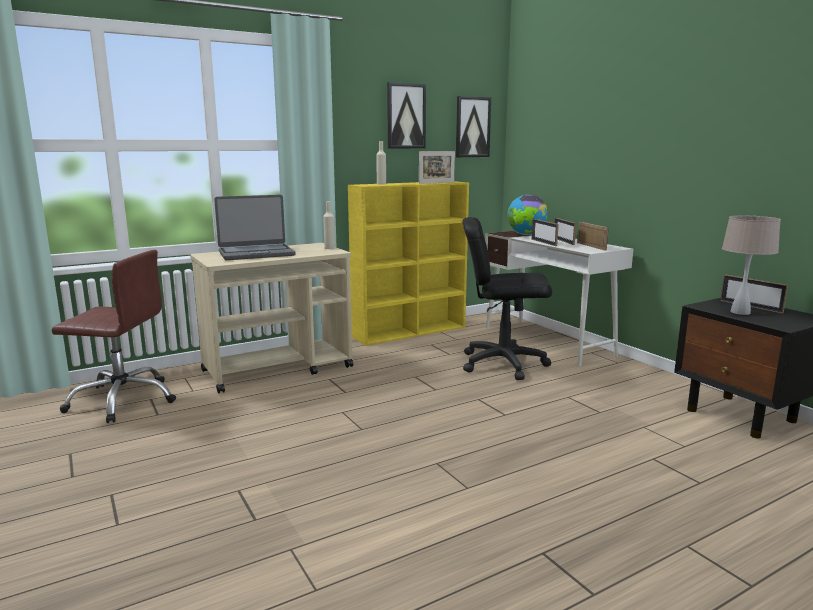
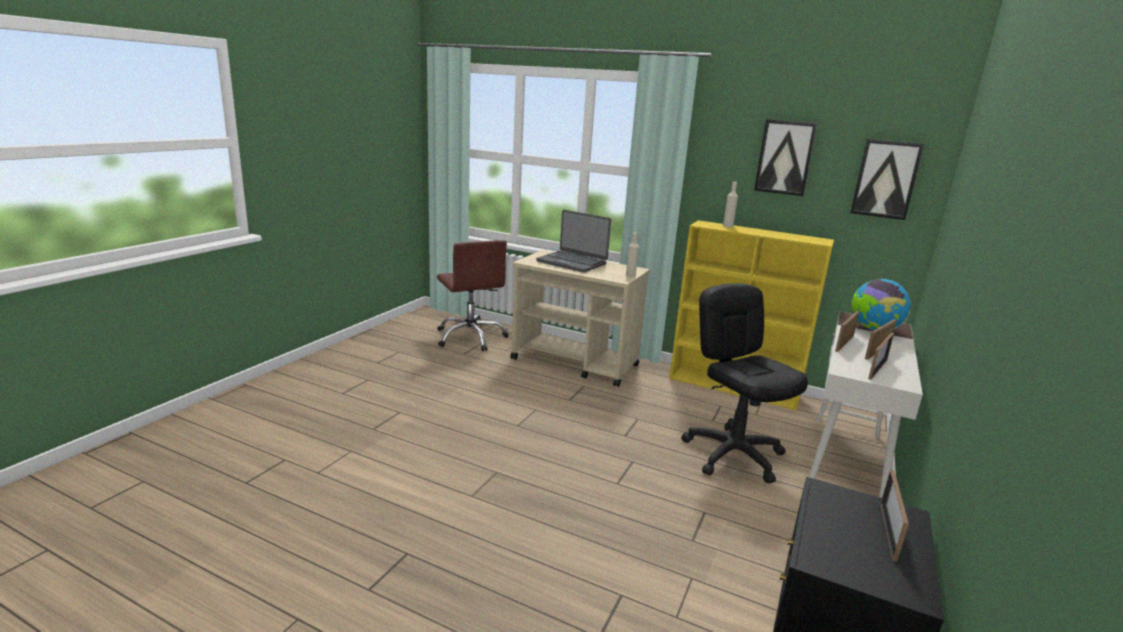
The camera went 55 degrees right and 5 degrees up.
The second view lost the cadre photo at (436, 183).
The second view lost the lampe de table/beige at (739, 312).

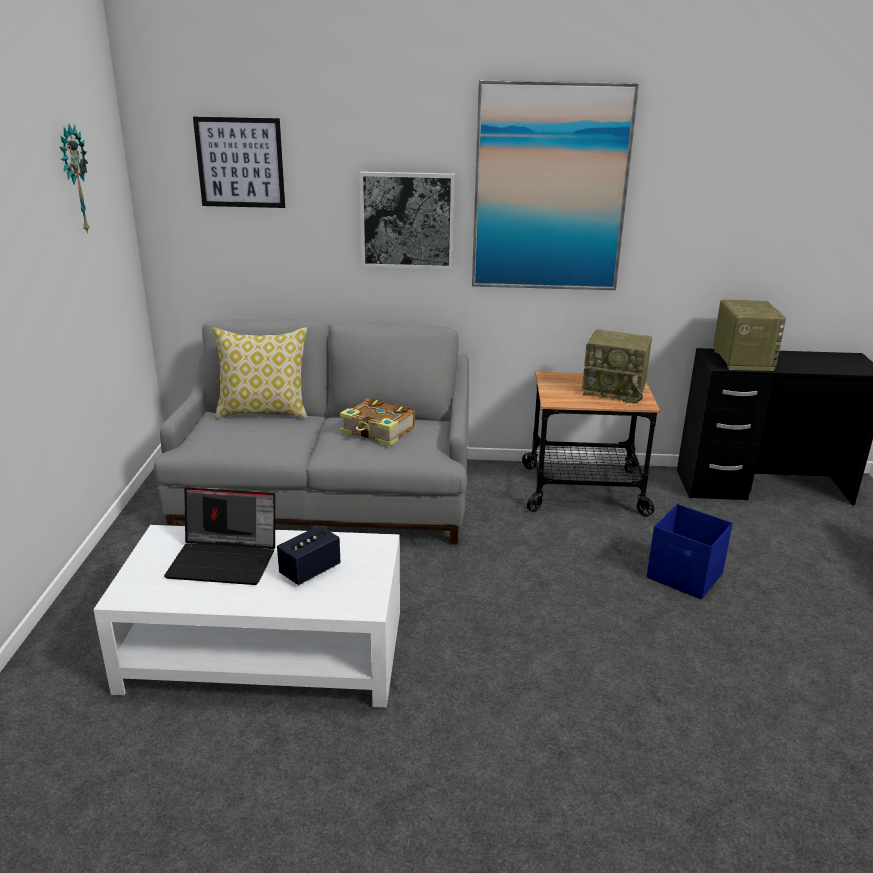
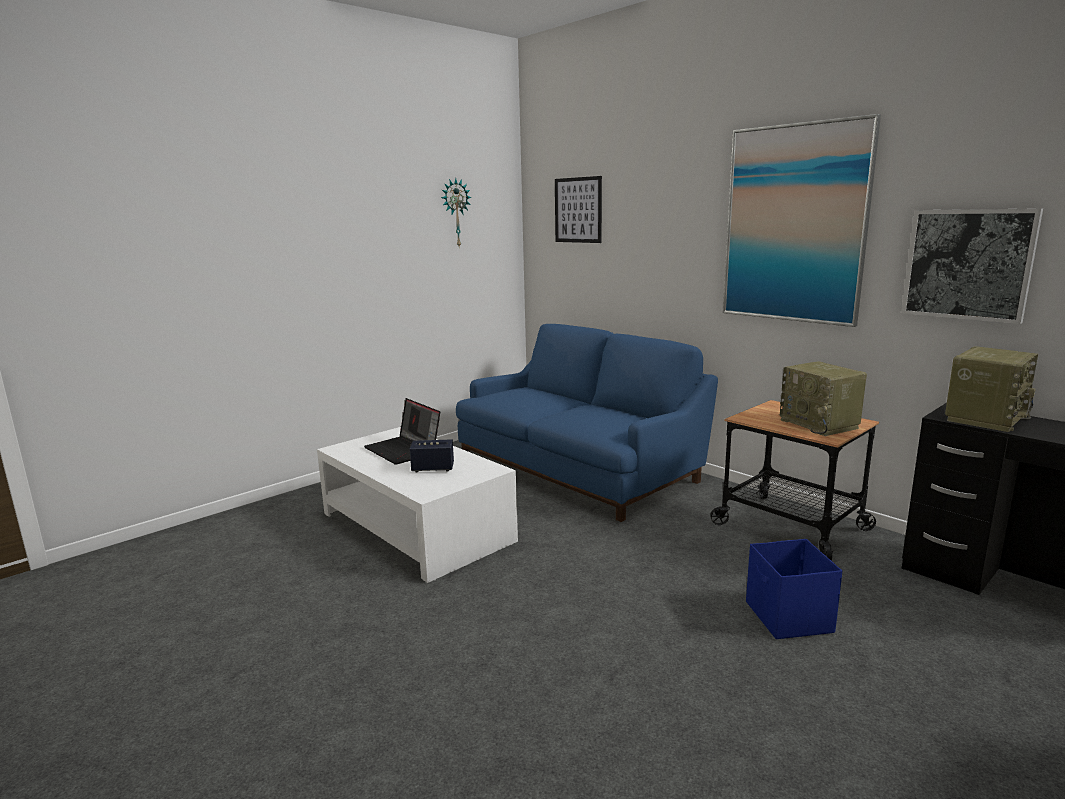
The camera went 45 degrees right and 10 degrees down.
The tableau ended up elsewhere, having gone from (407, 220) to (968, 264).
What was the canapé/gris at (327, 496) turned into the canapé/bleu at (578, 467).
The second view lost the coussin at (264, 412).
The second view lost the livre at (378, 431).

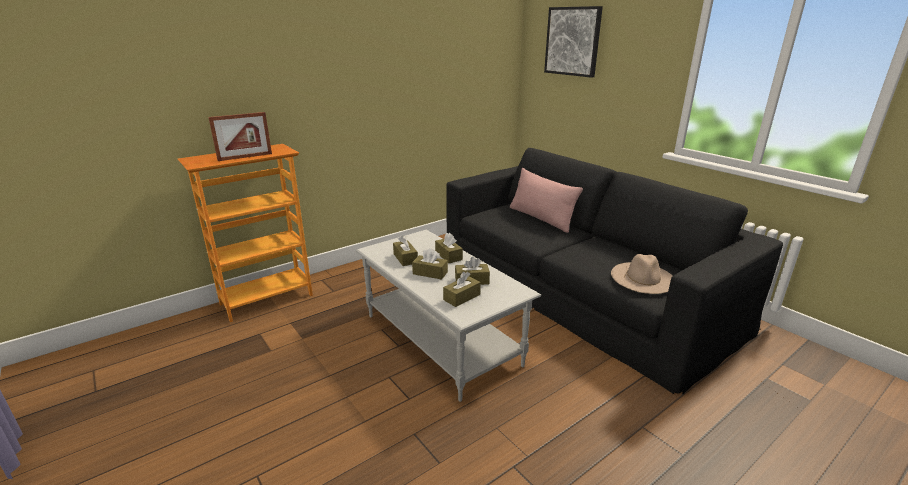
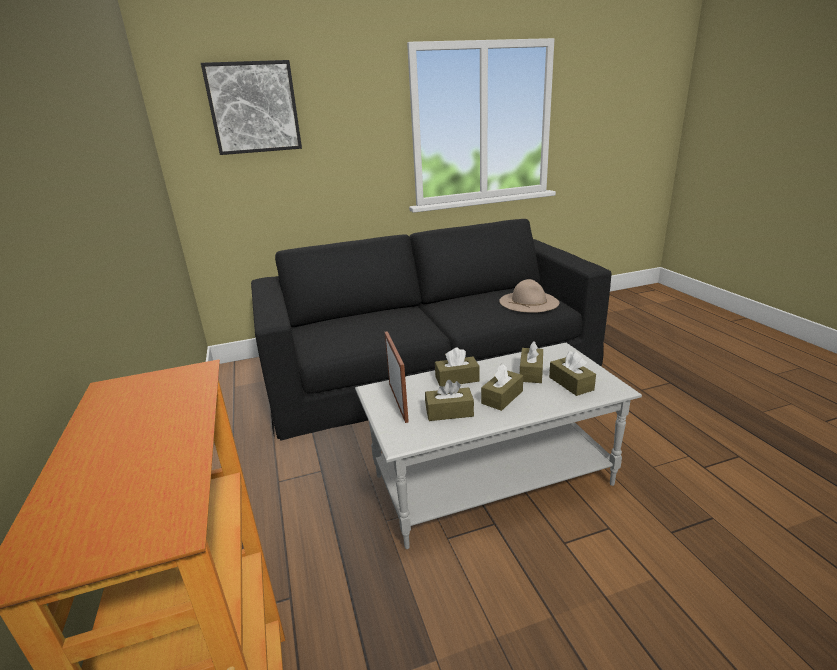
The camera went 70 degrees left and 0 degrees up.
The cadre photo ended up elsewhere, having gone from (245, 157) to (398, 402).
The second view lost the coussin/rose at (541, 218).

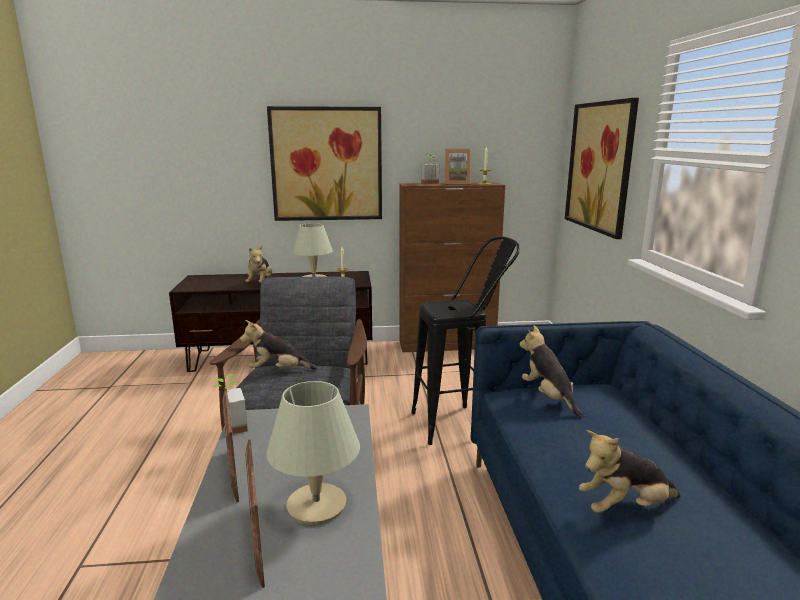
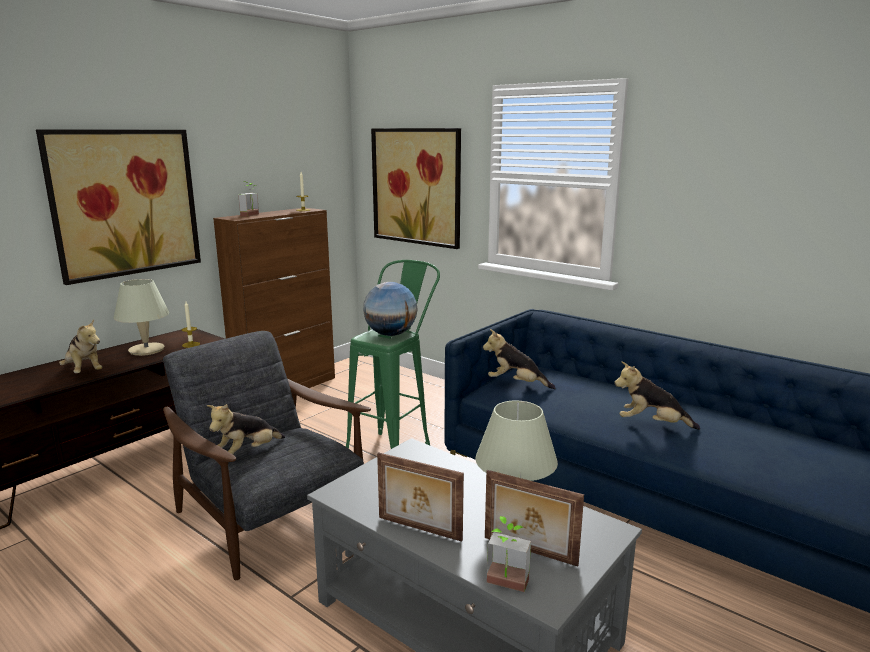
The camera went 45 degrees left and 0 degrees up.
The second view lost the cadre photo at (456, 183).
What was the tabouret/noir at (461, 423) turned into the tabouret/vert at (395, 446).
The plante en pot ended up elsewhere, having gone from (231, 427) to (505, 586).
The peluche at (625, 507) ended up facing another way, 75 degrees clockwise from before.
The second view gained the globe at (391, 334).

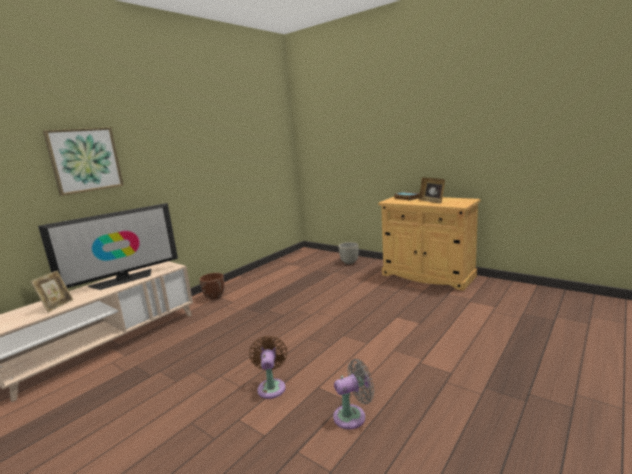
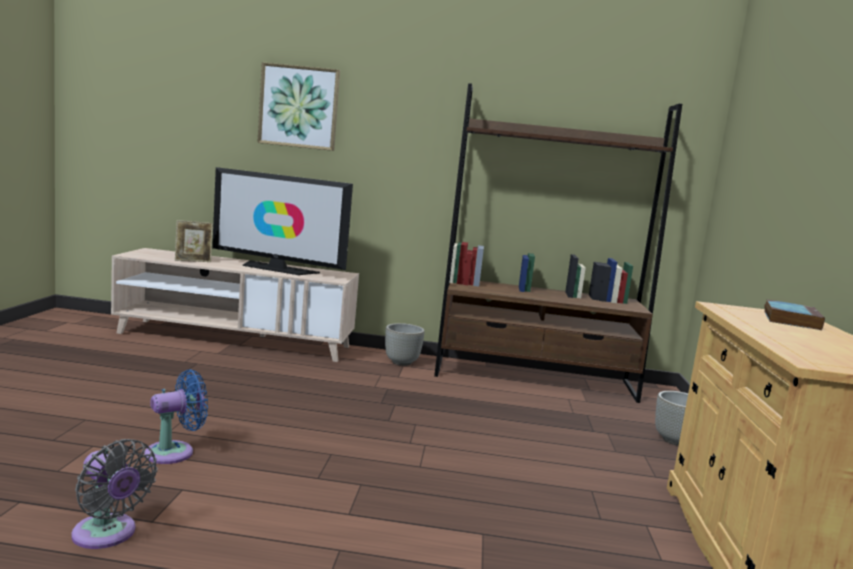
The camera went 55 degrees right and 5 degrees down.
The second view lost the cadre photo at (432, 201).
What was the cache-pot/marron at (214, 296) turned into the cache-pot/gris at (402, 362).
What was the ventilateur/marron at (271, 386) turned into the ventilateur/bleu at (174, 452).
The second view gained the bibliothèque/marron at (534, 379).

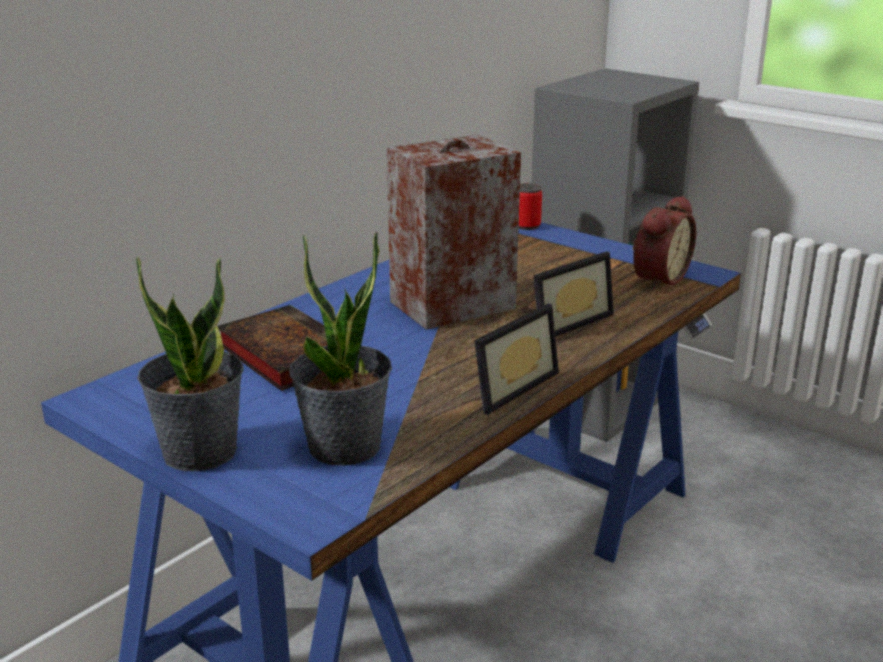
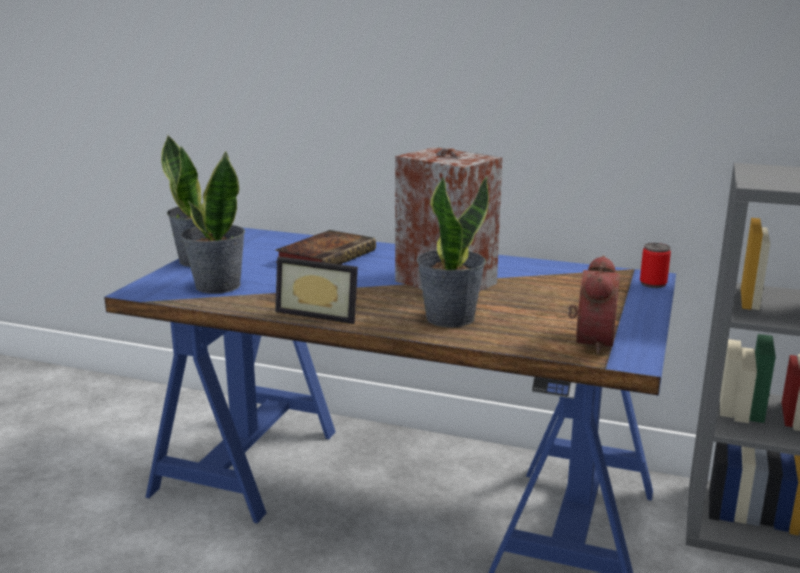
The camera went 70 degrees right and 5 degrees down.
The réveil at (657, 278) ended up facing another way, 90 degrees counterclockwise from before.
Where the cadre photo stood at (565, 322), the plante en pot came to stand at (449, 317).

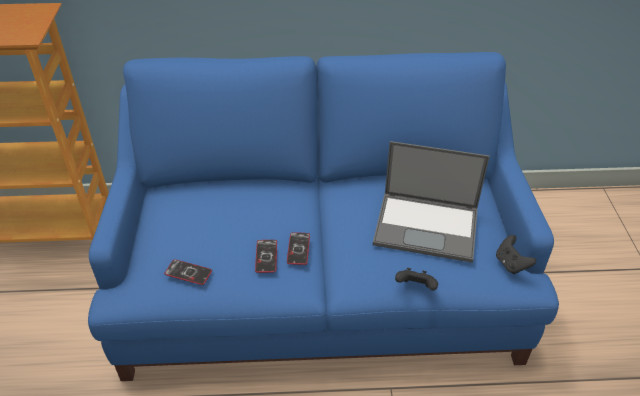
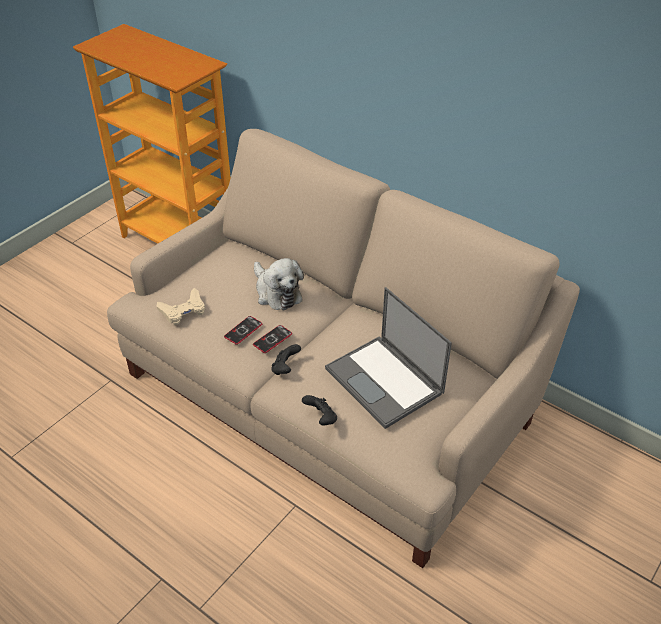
The camera went 40 degrees right and 0 degrees up.
What was the canapé/bleu at (320, 278) turned into the canapé/beige at (331, 392).
The manette/noir ended up elsewhere, having gone from (511, 264) to (285, 368).
Where the téléphone stood at (188, 272), the manette/beige came to stand at (183, 311).
The second view gained the peluche at (276, 292).

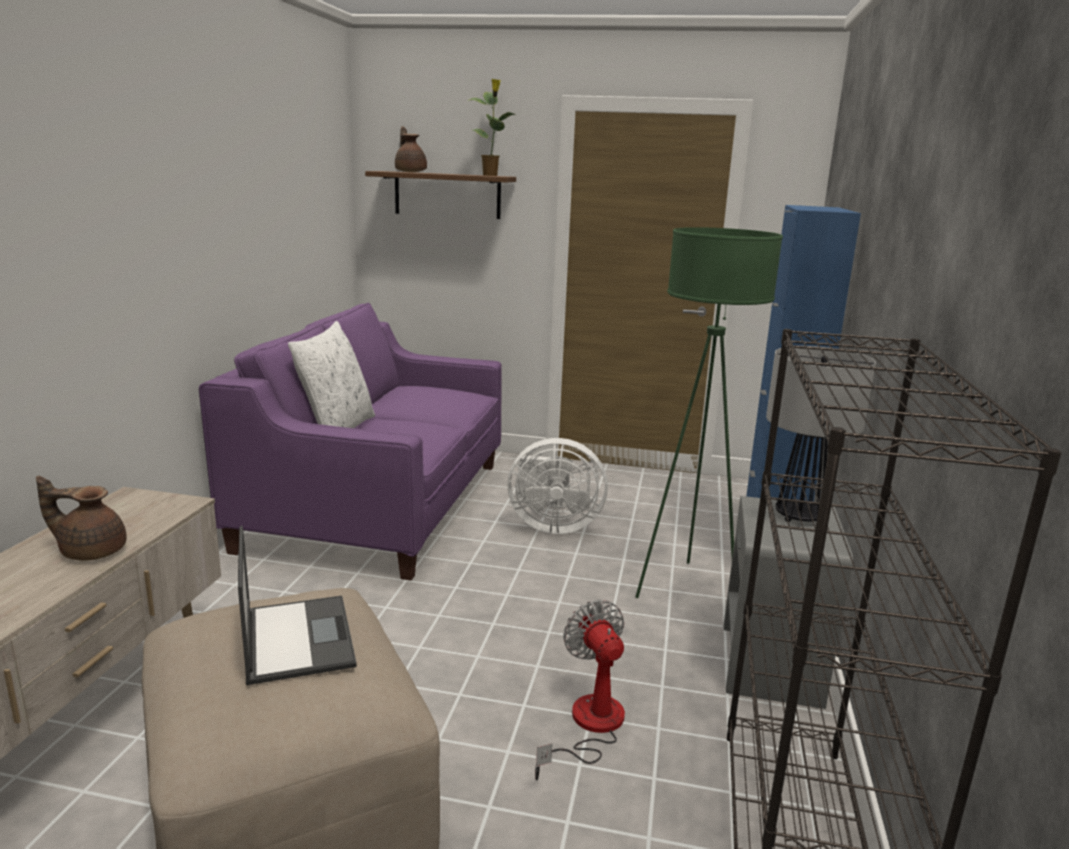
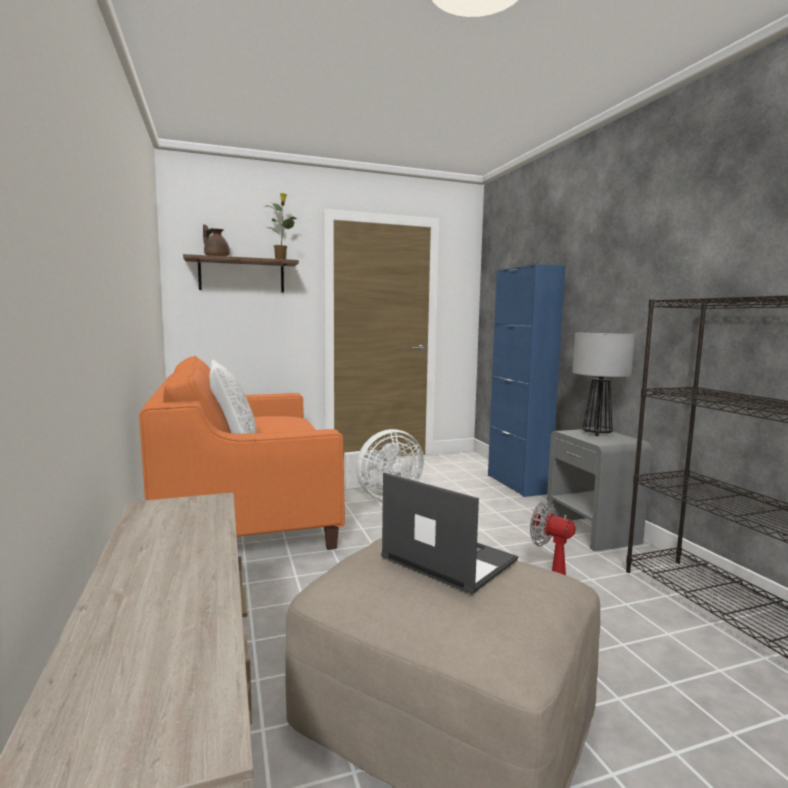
The camera went 30 degrees left and 10 degrees down.
The second view lost the lampadaire/vert at (687, 589).
What was the canapé/violet at (379, 504) turned into the canapé/orange at (245, 511).
The second view lost the théière/marron at (91, 551).

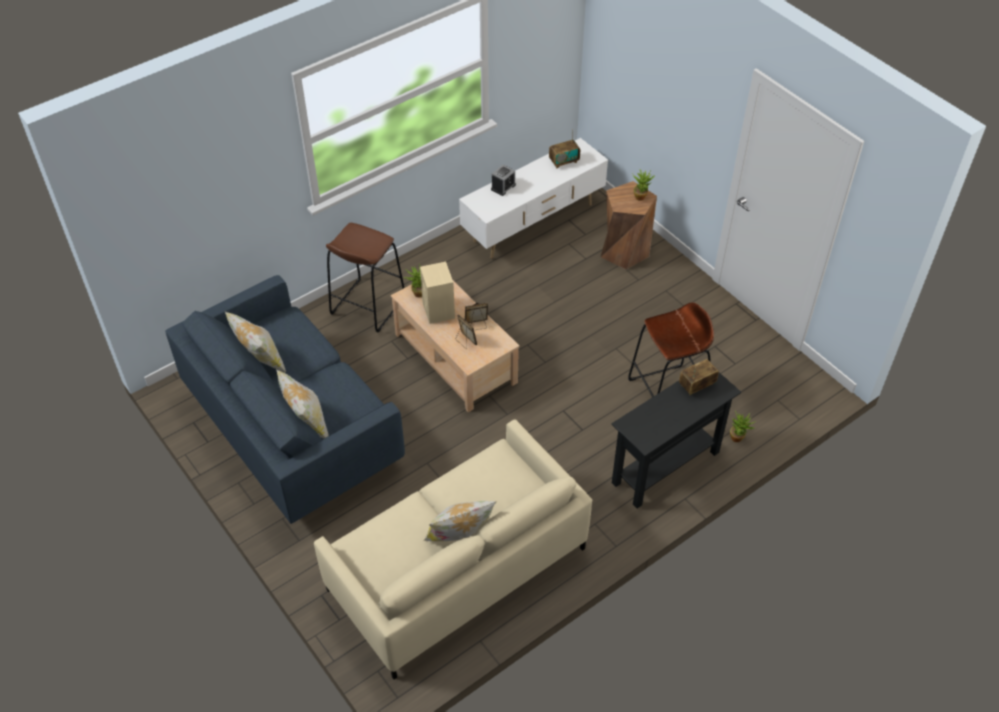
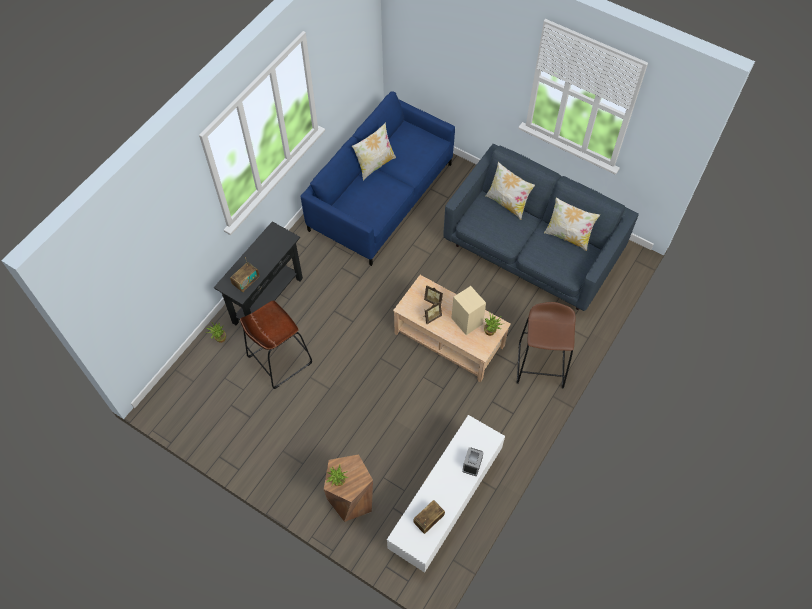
The camera went 160 degrees right and 10 degrees up.
What was the canapé/beige at (456, 568) turned into the canapé/bleu at (381, 197).

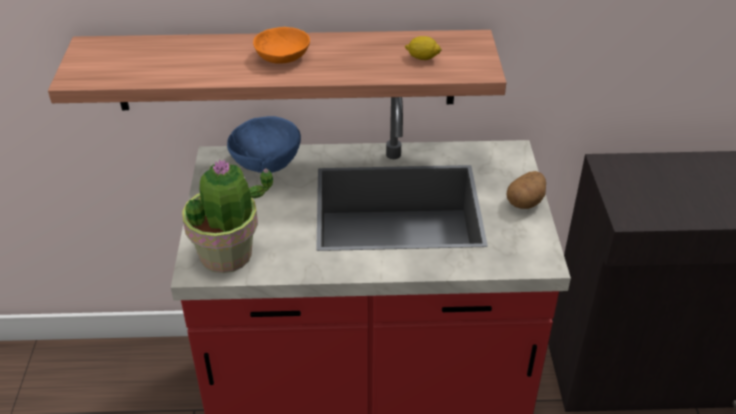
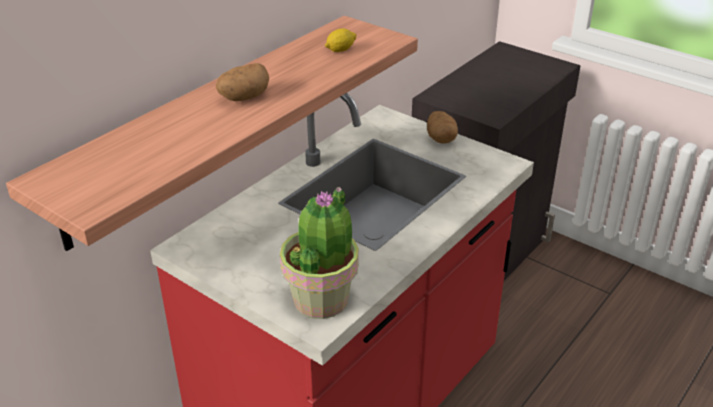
The camera went 50 degrees left and 5 degrees down.
Where the bol/orange stood at (283, 57), the pomme de terre came to stand at (243, 98).
The second view lost the bol/bleu at (266, 165).

